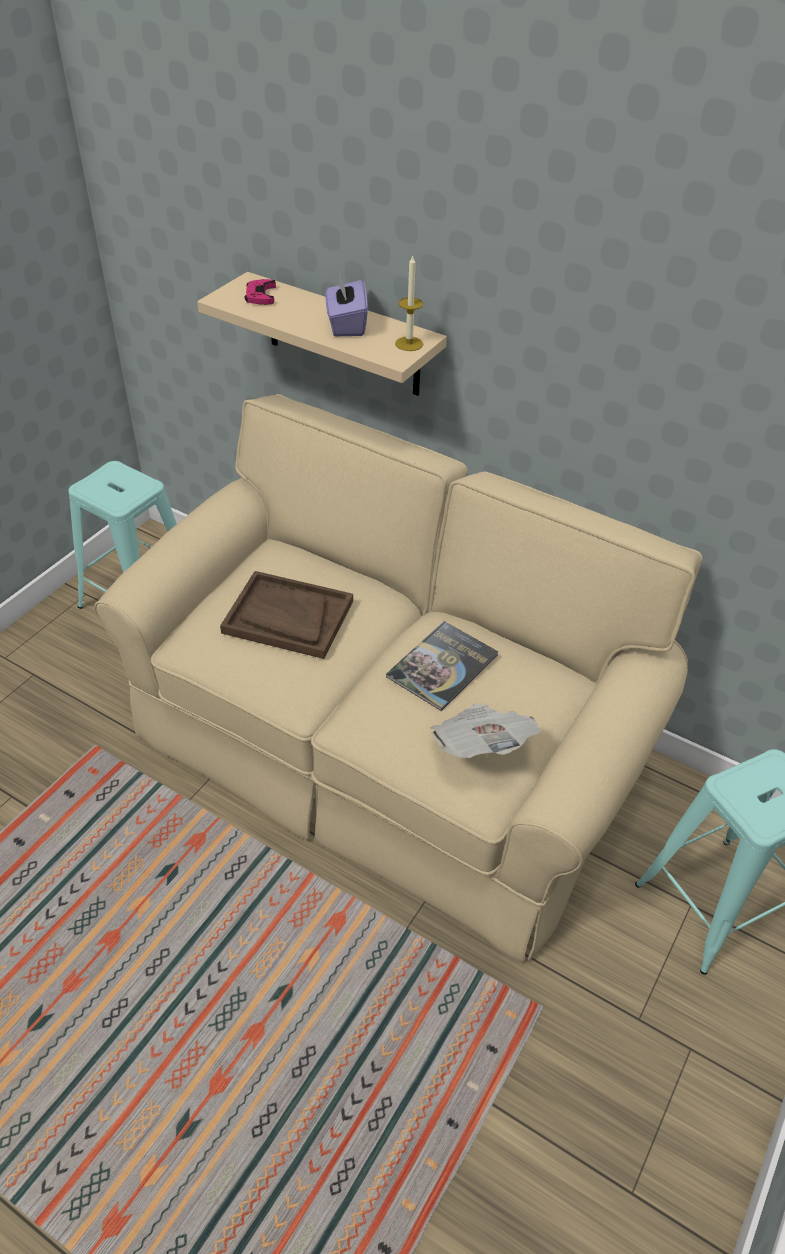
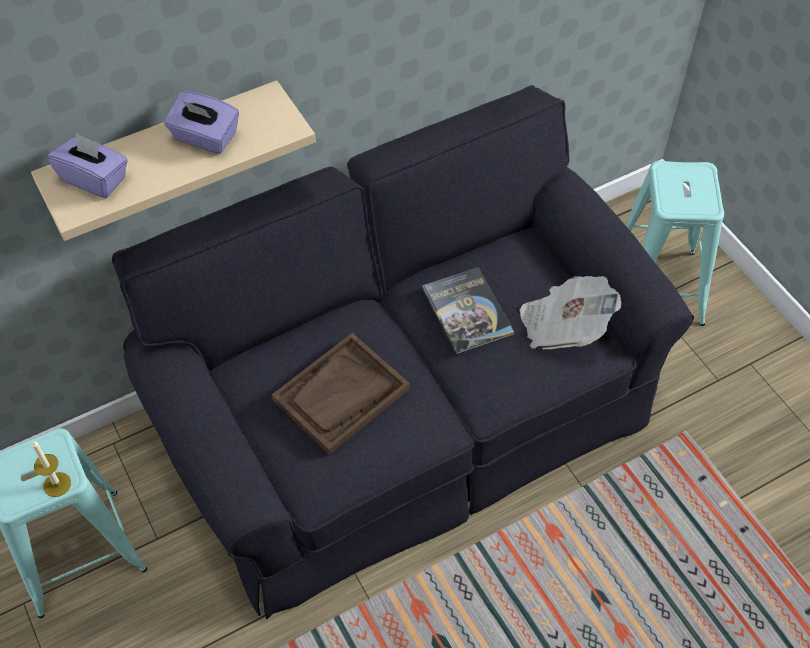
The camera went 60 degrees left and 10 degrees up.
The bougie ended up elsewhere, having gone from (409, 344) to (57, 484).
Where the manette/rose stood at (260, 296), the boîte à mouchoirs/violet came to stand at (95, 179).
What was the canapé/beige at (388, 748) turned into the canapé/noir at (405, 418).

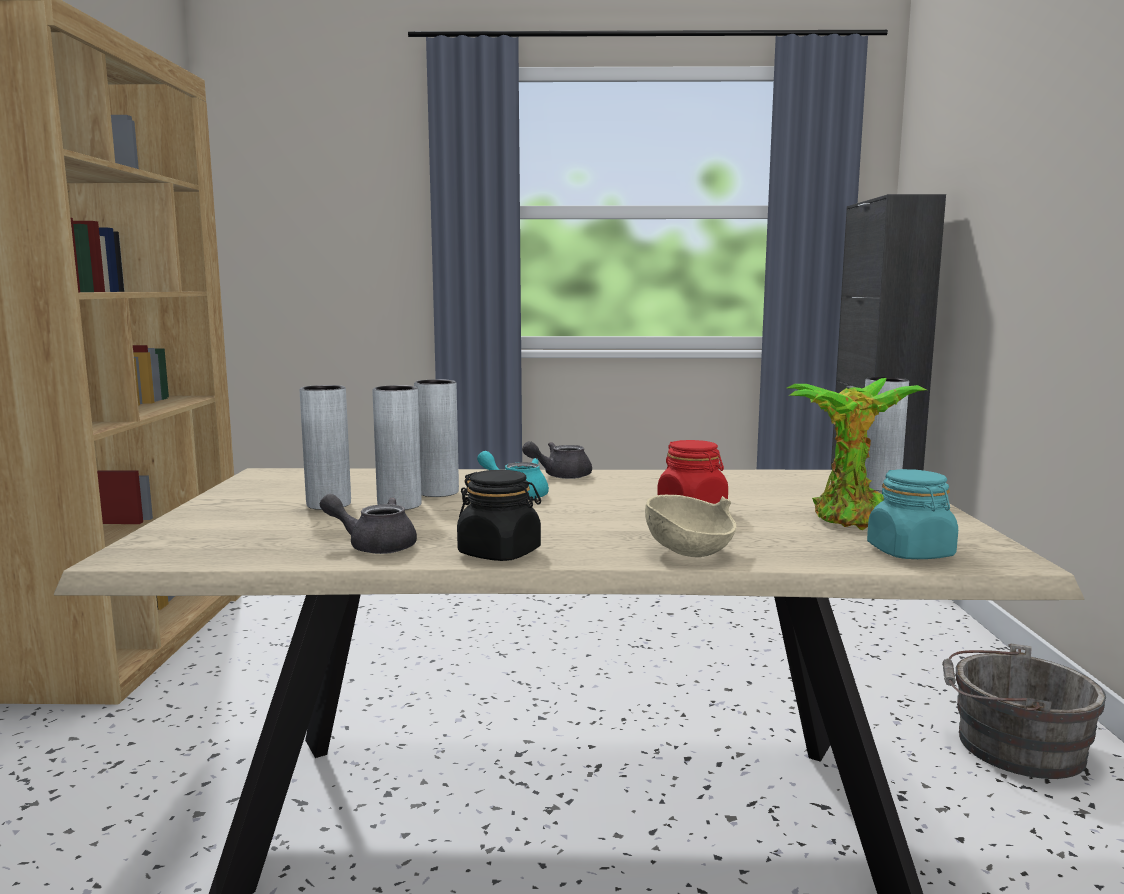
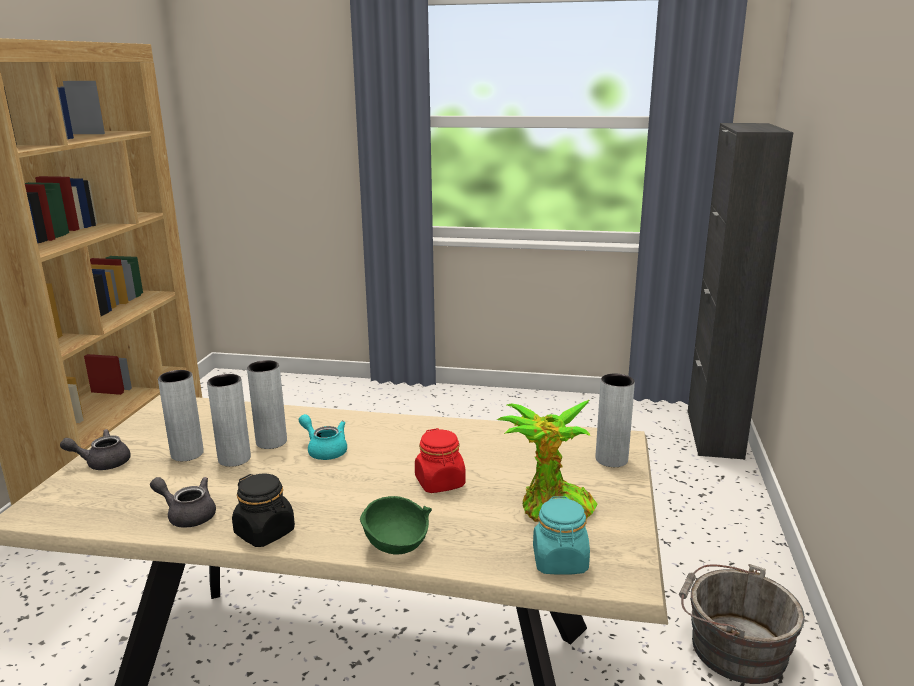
The camera went 10 degrees right and 10 degrees up.
The théière/gris ended up elsewhere, having gone from (560, 476) to (102, 463).
What was the bol/beige at (690, 553) turned into the bol/vert at (396, 545).

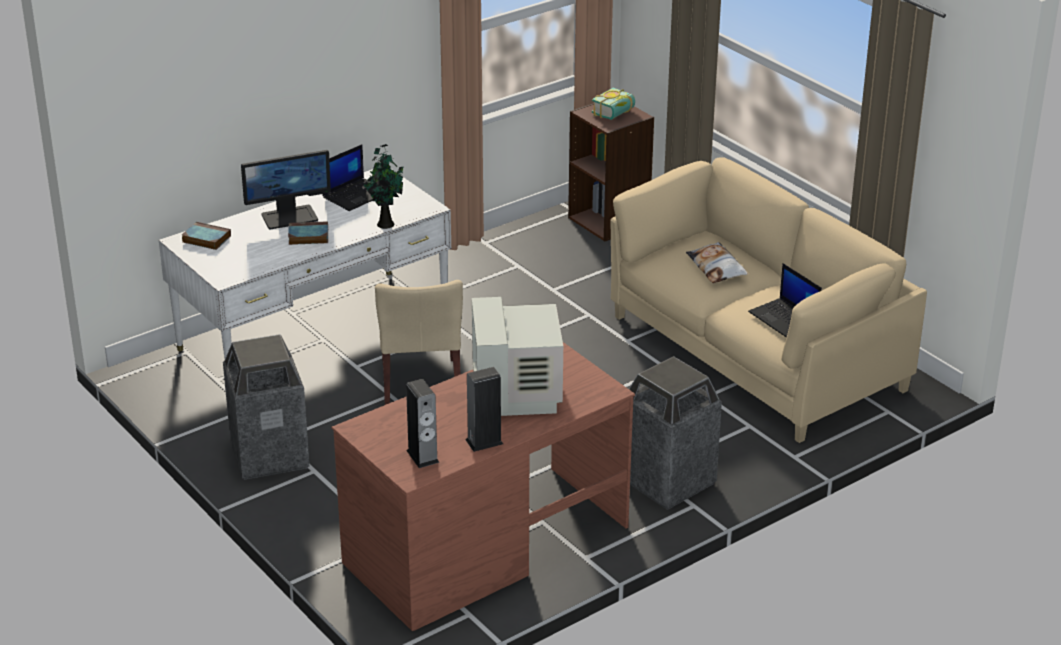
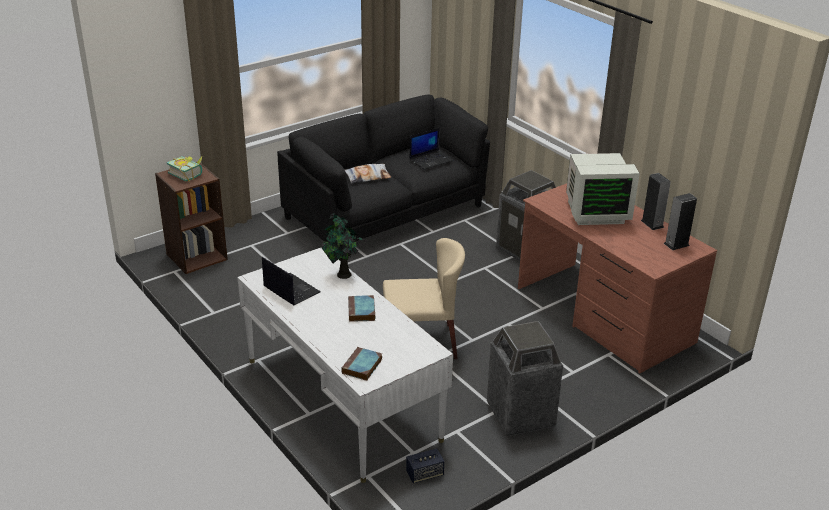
The camera went 90 degrees left and 0 degrees up.
The second view lost the écran d'ordinateur at (289, 217).
What was the canapé/beige at (756, 353) turned into the canapé/noir at (385, 212).
The second view gained the enceinte at (424, 474).

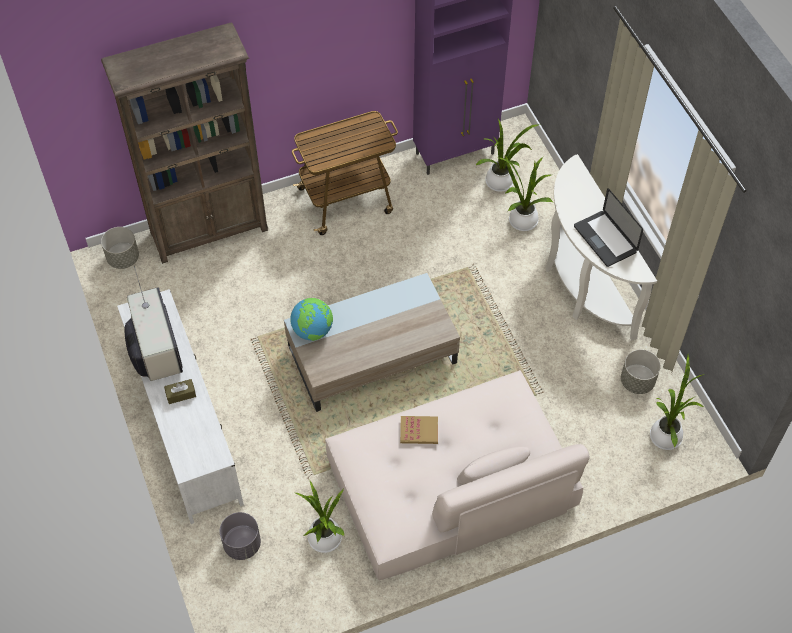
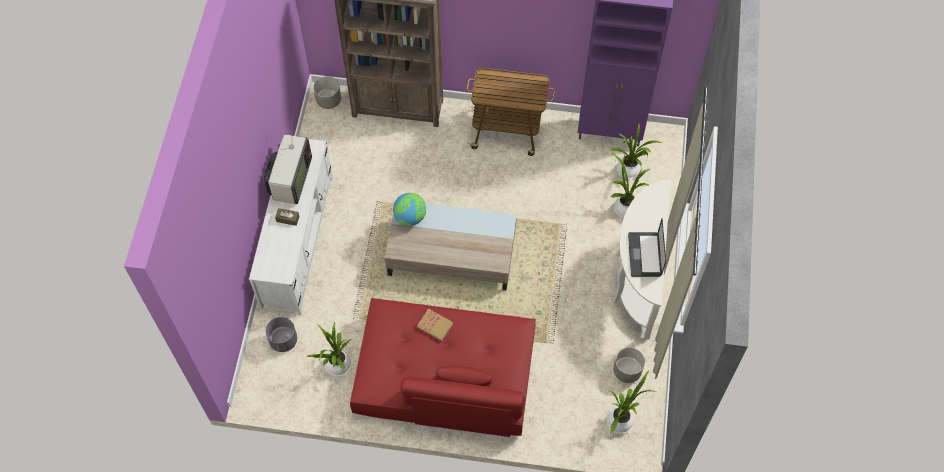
The camera went 30 degrees right and 5 degrees up.
What was the canapé/beige at (451, 485) turned into the canapé/rouge at (444, 375).

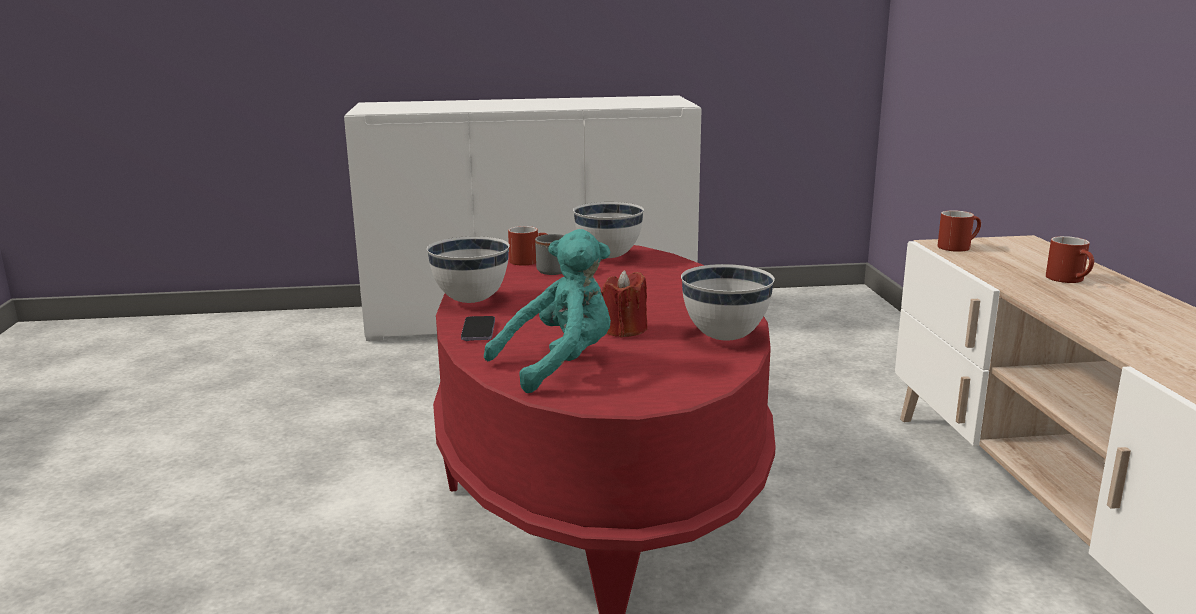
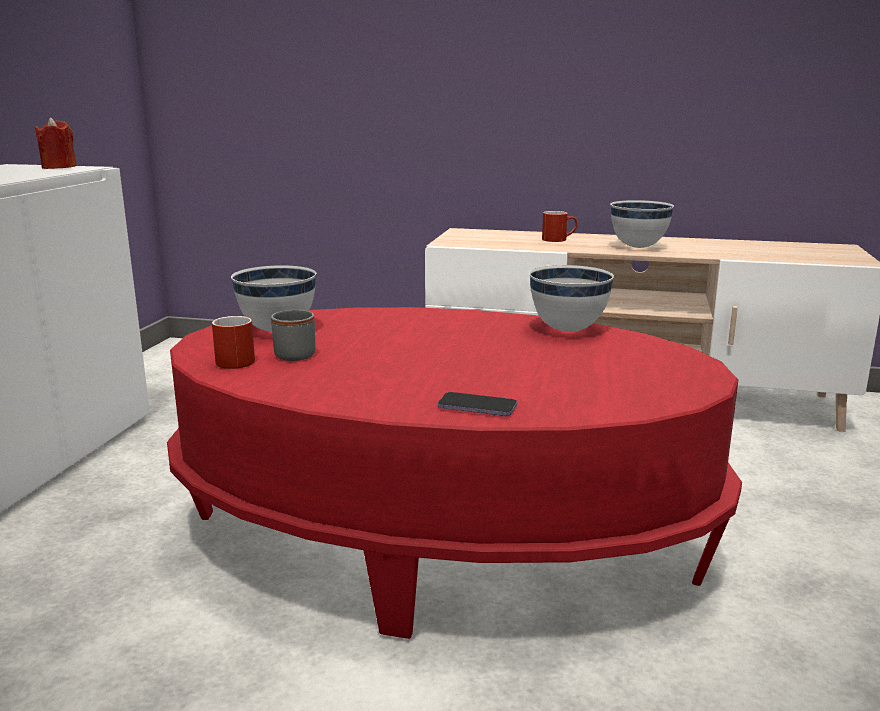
The camera went 70 degrees left and 0 degrees up.
The second view lost the mug/rouge at (958, 246).
The second view lost the peluche/turquoise at (559, 365).
The bol/blanc ended up elsewhere, having gone from (470, 301) to (638, 247).
The bougie/rouge ended up elsewhere, having gone from (624, 330) to (59, 167).

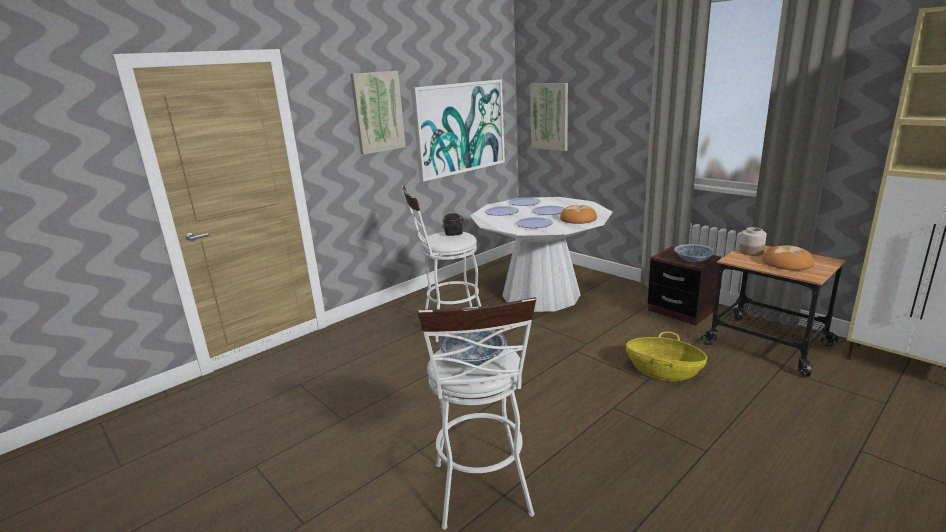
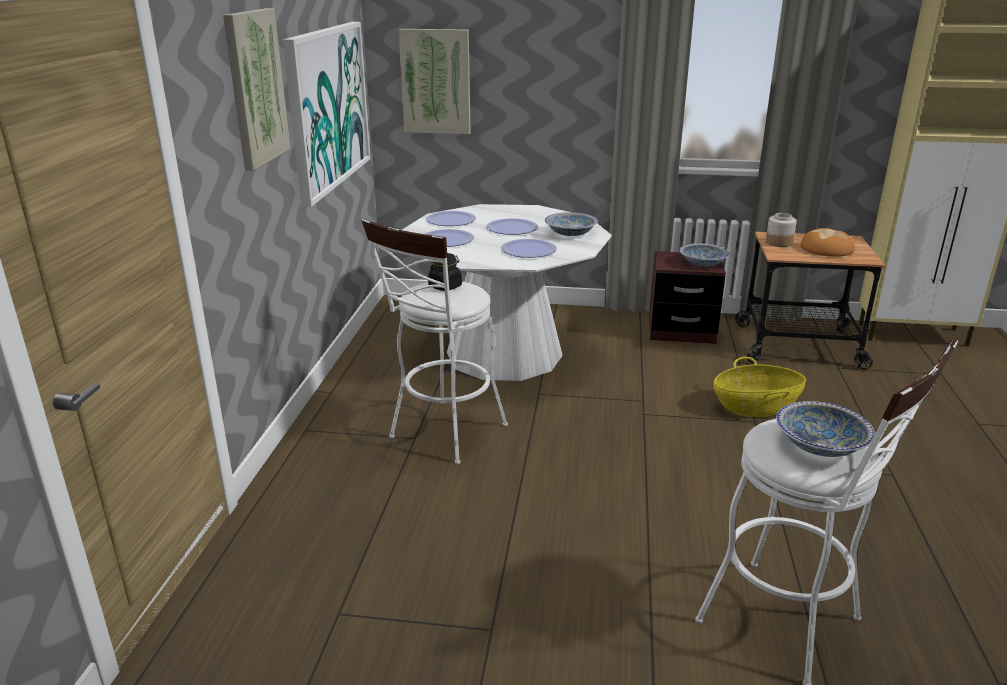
The camera went 40 degrees left and 5 degrees up.
Where the pain stood at (578, 219), the bol came to stand at (570, 233).

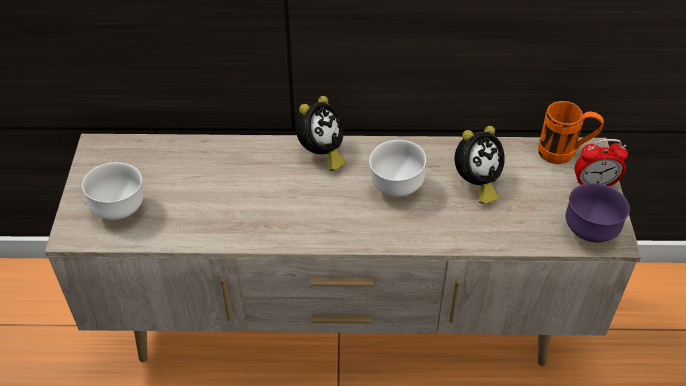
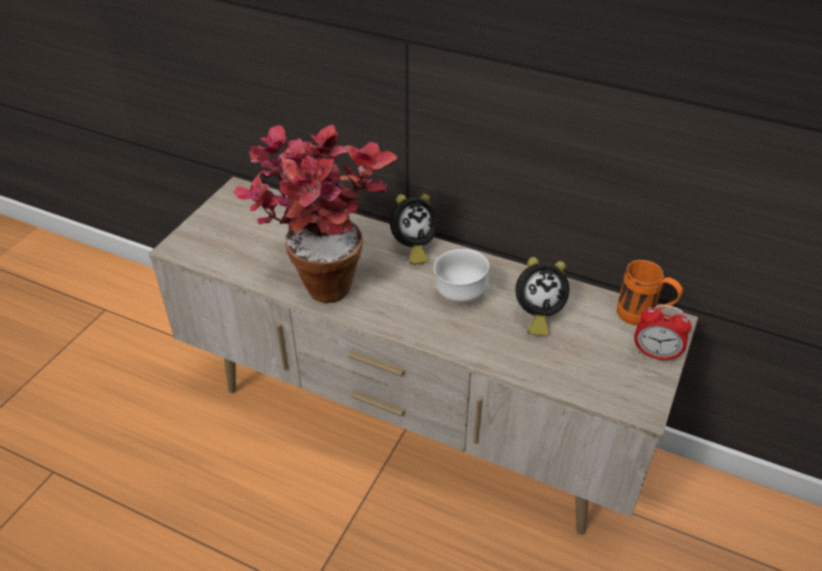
The camera went 25 degrees right and 5 degrees down.
The second view lost the bol/blanc at (120, 210).
The second view lost the bol/violet at (589, 232).
The second view gained the plante en pot at (321, 278).

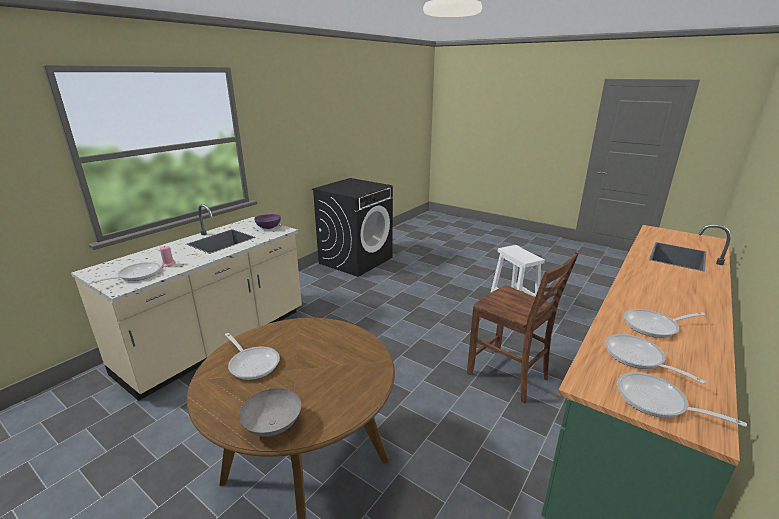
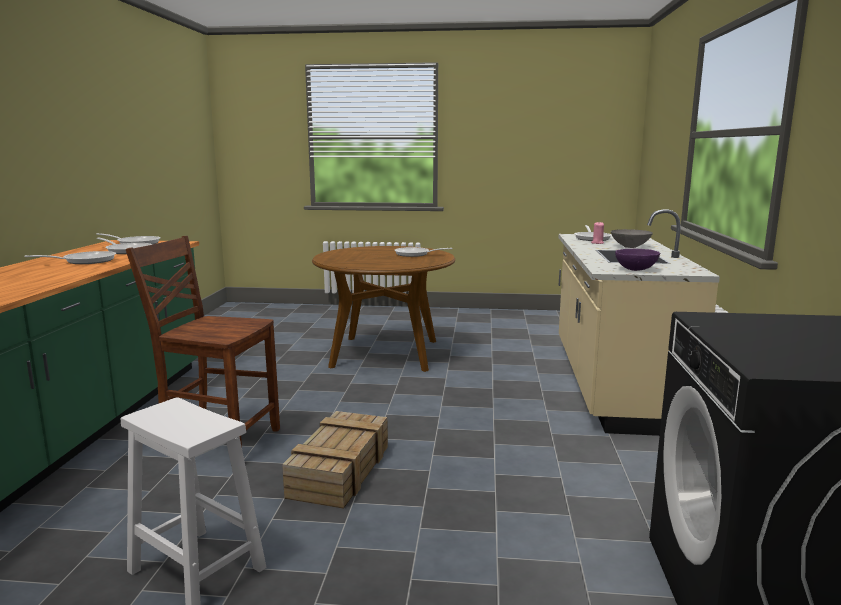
The camera went 150 degrees right and 10 degrees down.
The bol/gris ended up elsewhere, having gone from (272, 426) to (630, 246).
The second view gained the caisse at (340, 469).

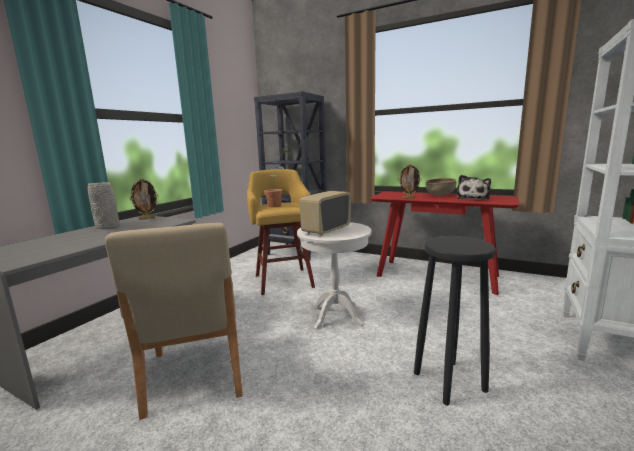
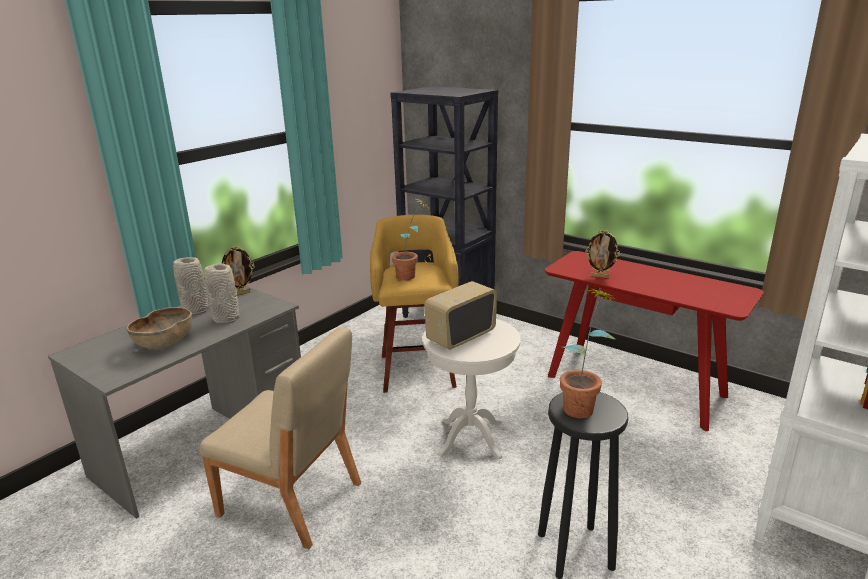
The camera went 10 degrees right and 10 degrees up.
The second view lost the peluche at (473, 198).
The bol/marron ended up elsewhere, having gone from (440, 195) to (165, 343).
The chaise/beige at (194, 375) ended up facing another way, 60 degrees counterclockwise from before.
The second view gained the vase/gris at (226, 319).
The second view gained the plante en pot at (583, 405).

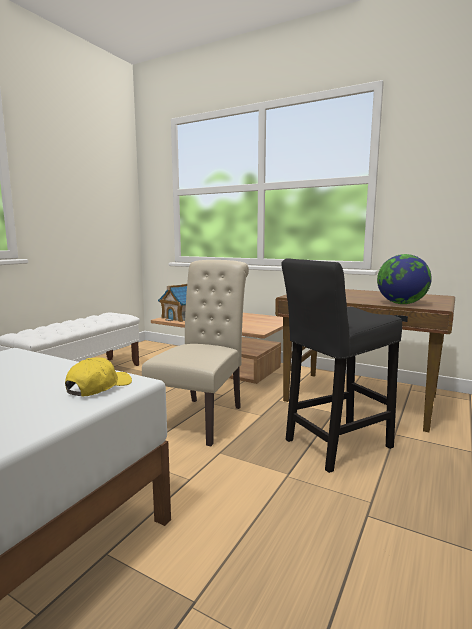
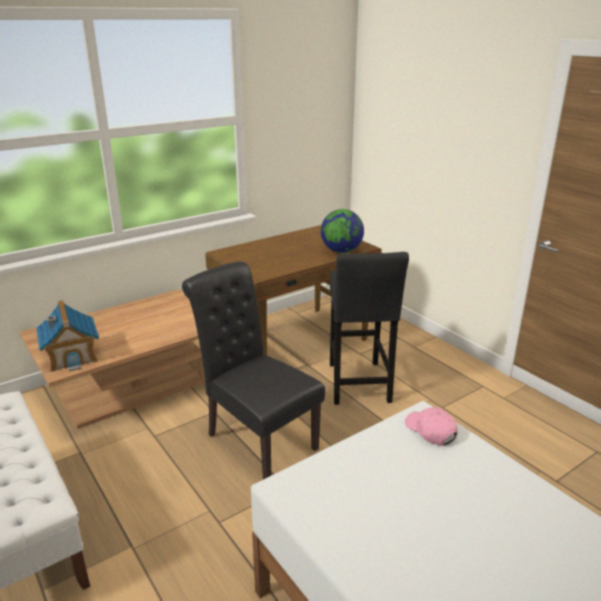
The camera went 65 degrees left and 15 degrees up.
What was the chaise/beige at (203, 417) turned into the chaise/noir at (256, 438).
What was the casquette/jaune at (99, 387) turned into the casquette/rose at (430, 431).

